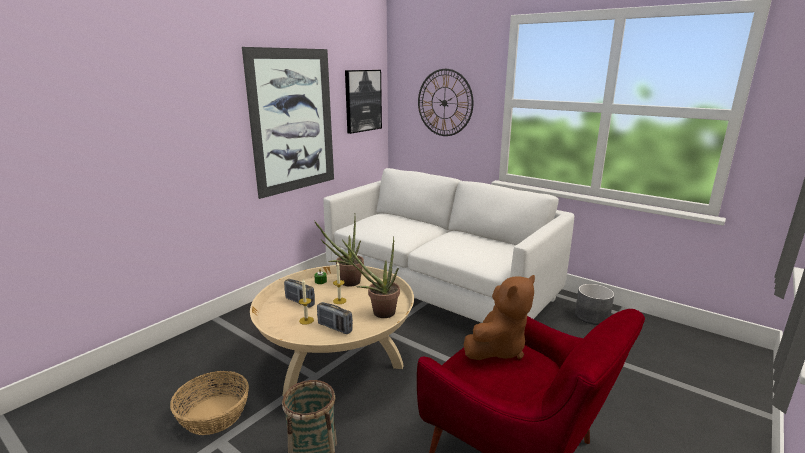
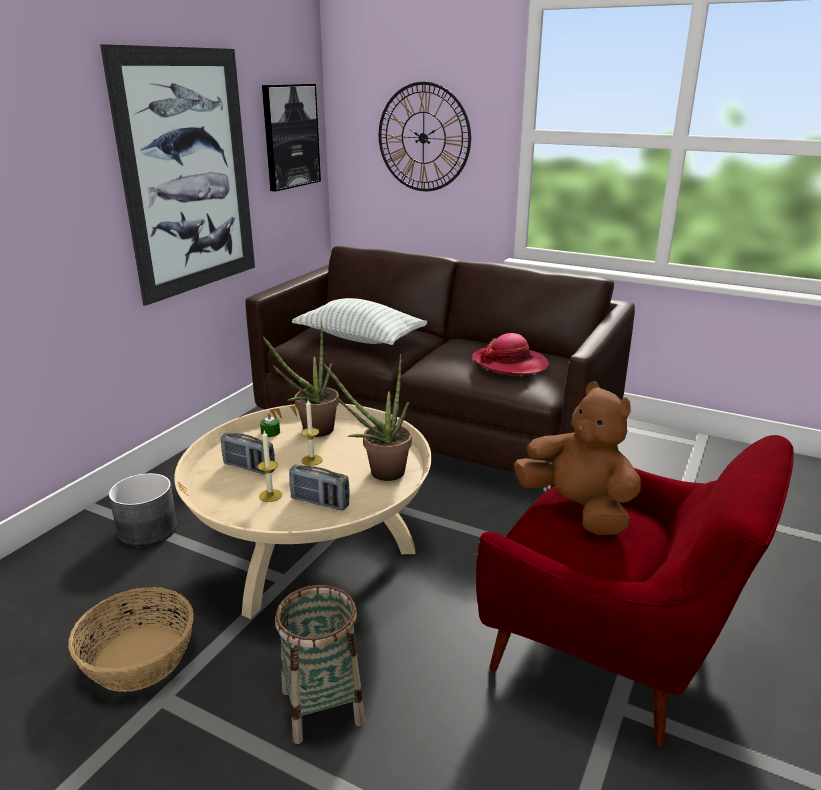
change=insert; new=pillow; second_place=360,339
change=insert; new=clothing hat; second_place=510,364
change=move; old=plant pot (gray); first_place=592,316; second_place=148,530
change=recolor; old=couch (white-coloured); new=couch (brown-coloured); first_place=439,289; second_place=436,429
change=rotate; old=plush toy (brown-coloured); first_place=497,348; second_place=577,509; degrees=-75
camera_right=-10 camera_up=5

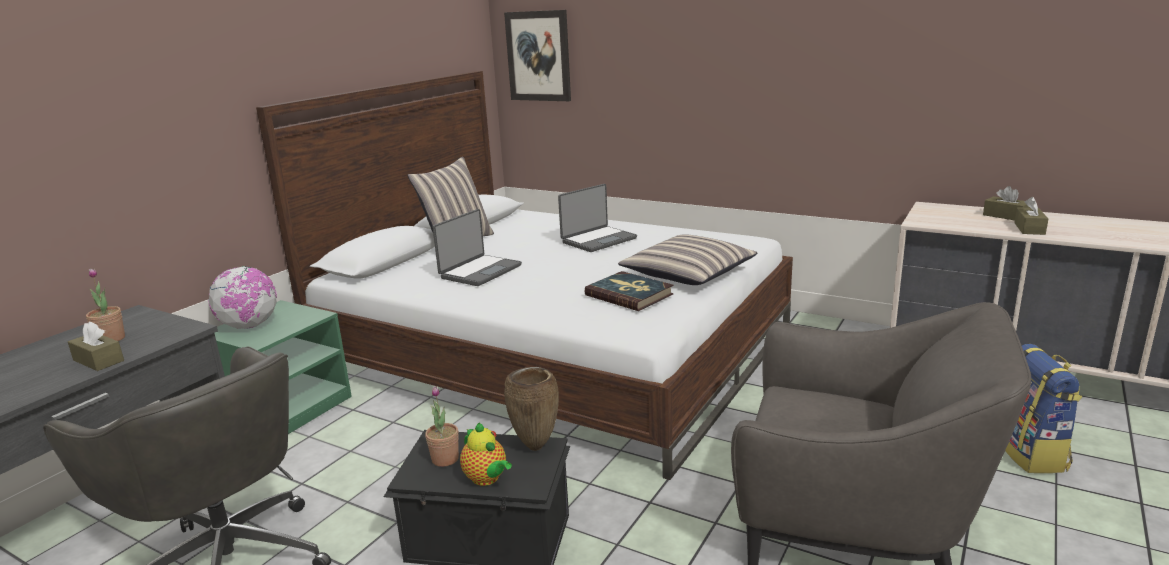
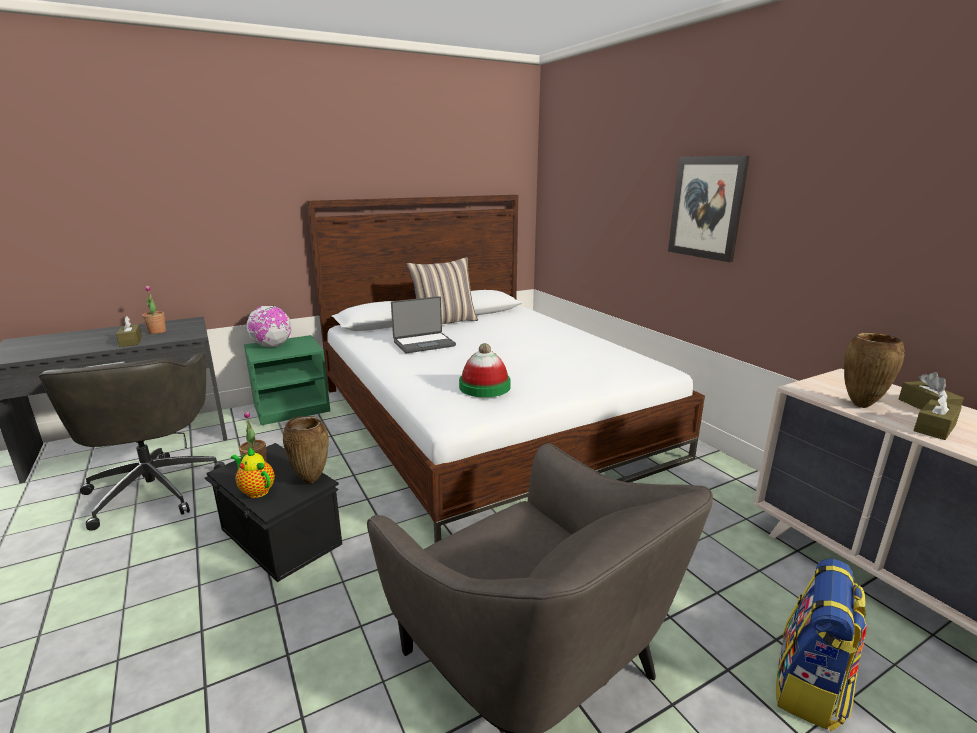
change=delete; old=laptop; first_place=598,240
change=delete; old=pillow; first_place=688,273
change=insert; new=vase (brown-coloured); second_place=859,405
change=move; old=wall picture; first_place=538,56; second_place=706,207
change=replace; old=volume; new=clothing hat; first_place=629,295; second_place=484,387
change=rotate; old=teapot; first_place=487,479; second_place=256,490; degrees=135
camera_right=30 camera_up=0

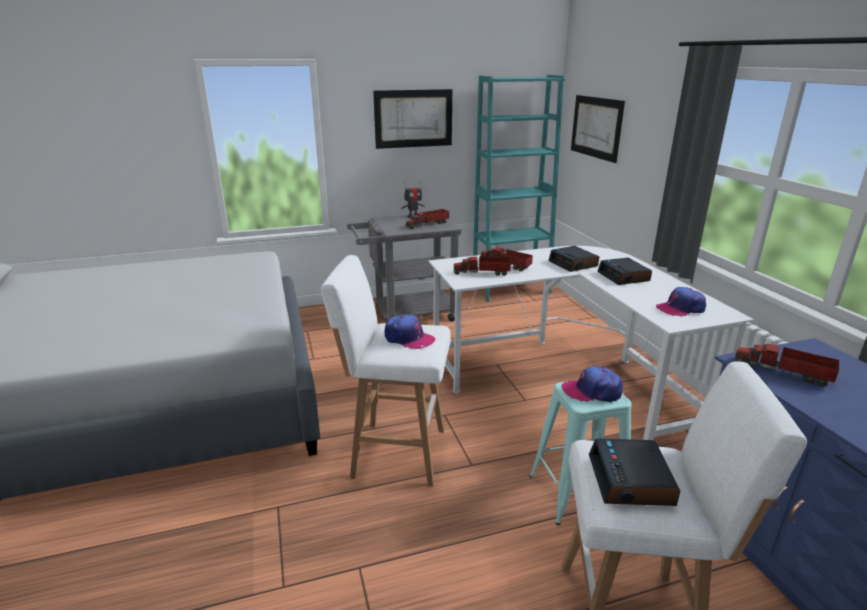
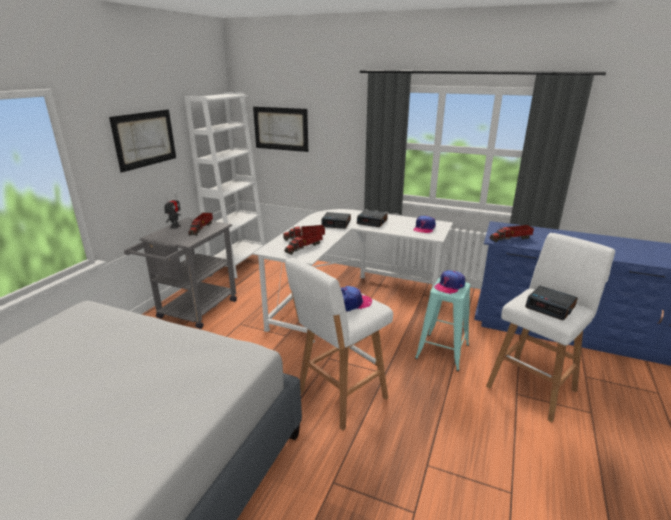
change=recolor; old=shelving unit (blue-green); new=shelving unit (white-coloured); first_place=511,290; second_place=238,264
camera_right=-50 camera_up=0

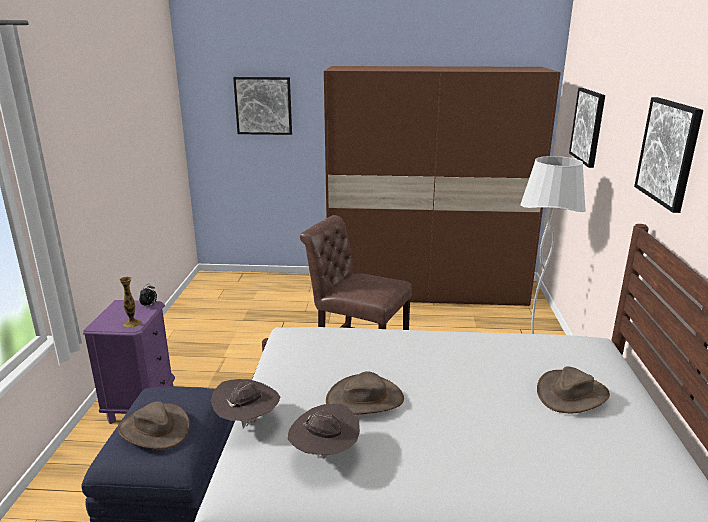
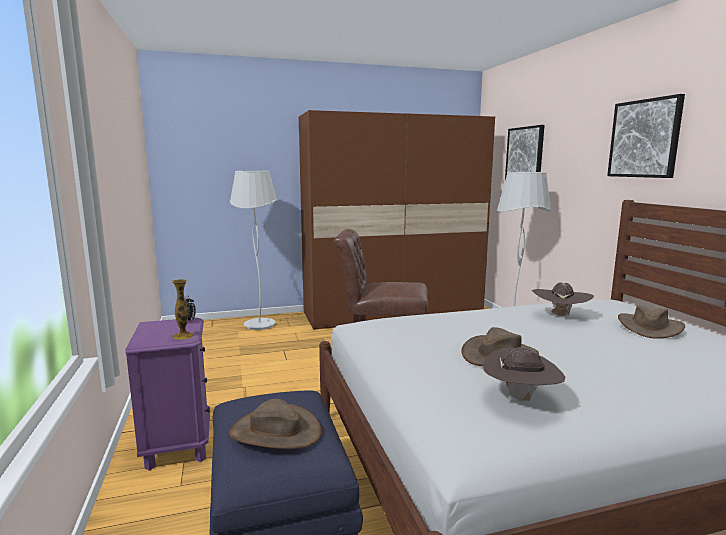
change=delete; old=wall picture; first_place=263,105
change=insert; new=standing lamp (white-coloured); second_place=259,325
change=move; old=clothing hat (brown-coloured); first_place=247,421; second_place=560,316
camera_right=-20 camera_up=-10

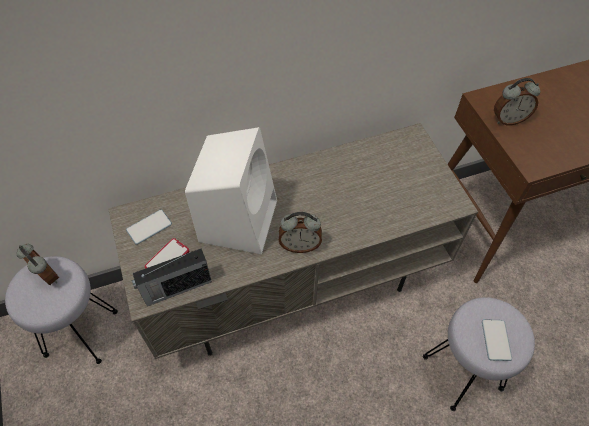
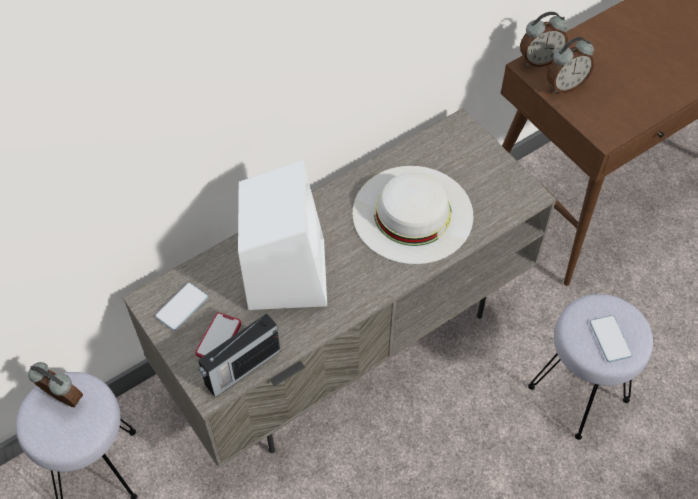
change=insert; new=clothing hat (white-coloured); second_place=413,214
change=move; old=alarm clock; first_place=300,245; second_place=539,60
camera_right=-15 camera_up=0

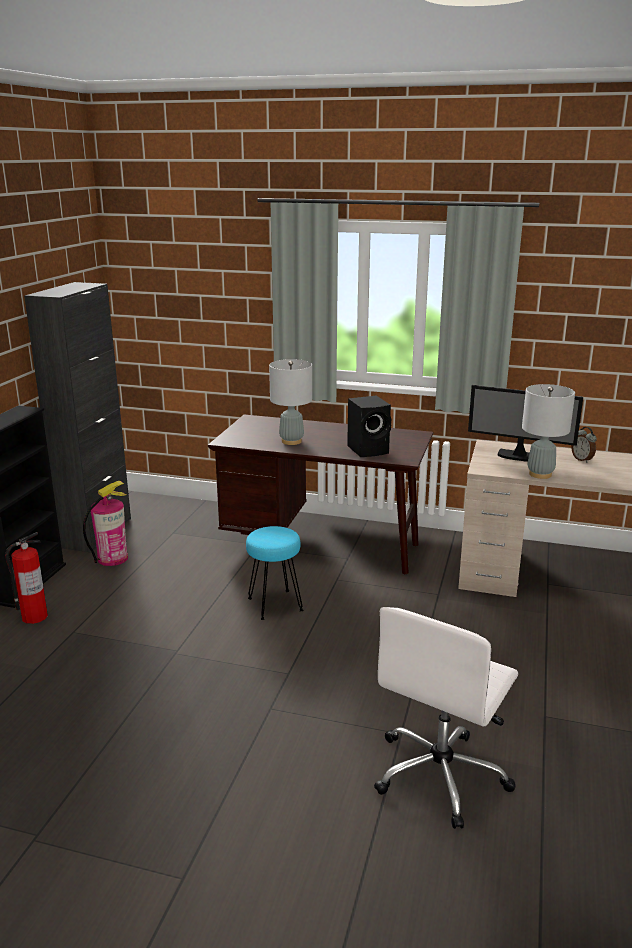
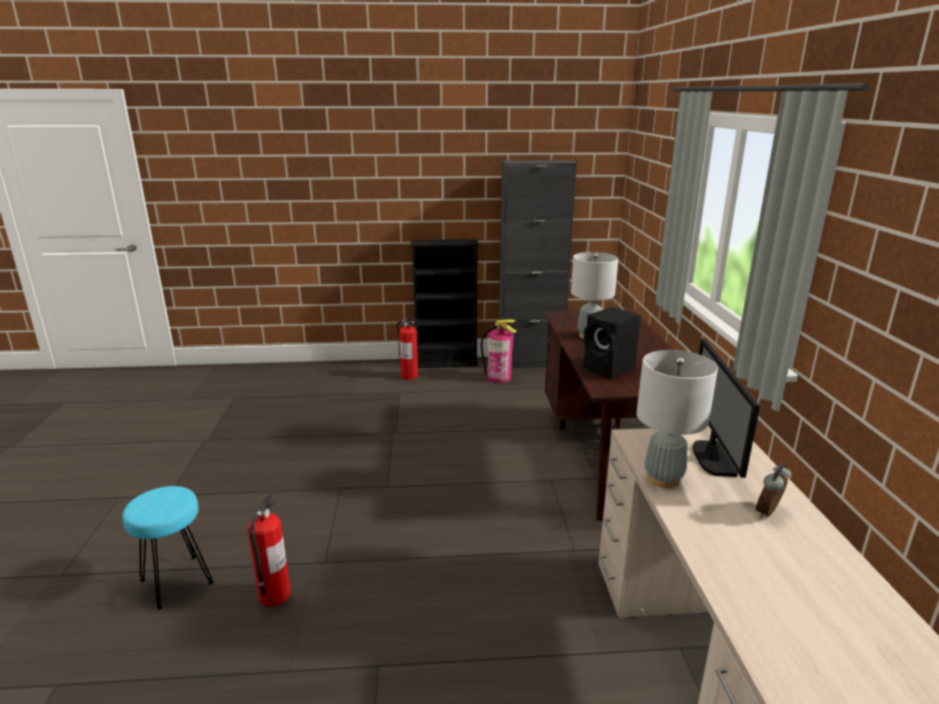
change=move; old=stool seat (blue-green); first_place=274,605; second_place=177,581
change=replace; old=computer chair (white-coloured); new=fire-fighting cylinder; first_place=441,774; second_place=274,595
camera_right=70 camera_up=0

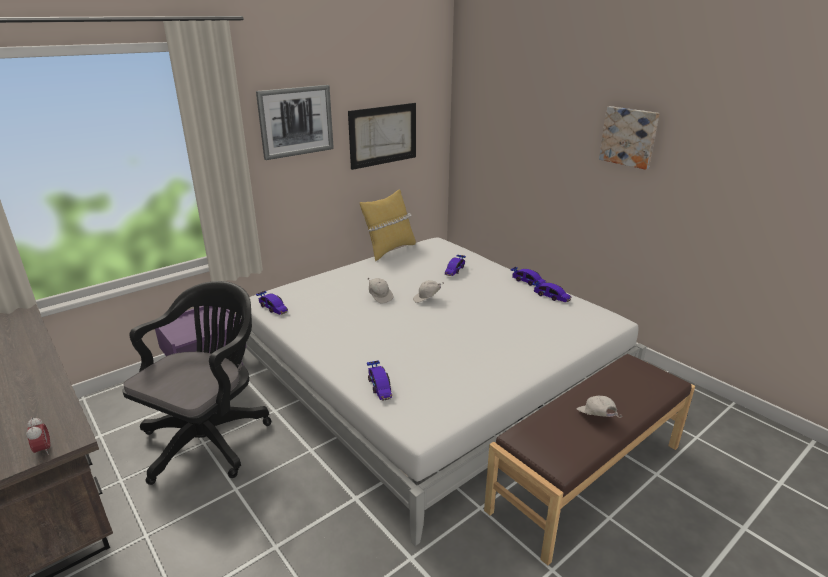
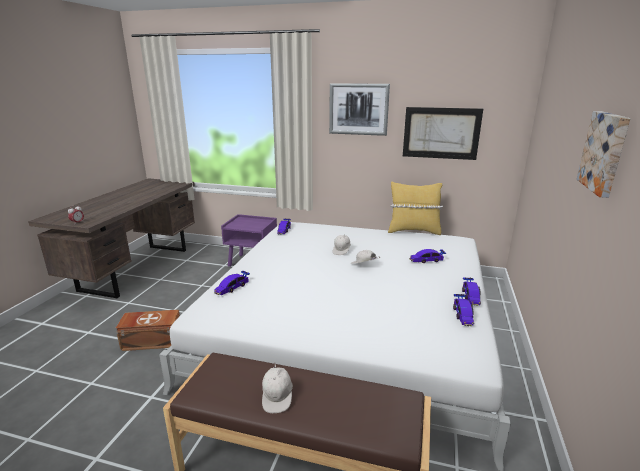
change=delete; old=computer chair (blackish); first_place=210,437
change=insert; new=storage box (brown-coloured); second_place=151,340
change=rotate; old=peaked cap (white-coloured); first_place=596,418; second_place=277,397; degrees=150
camera_right=55 camera_up=-5

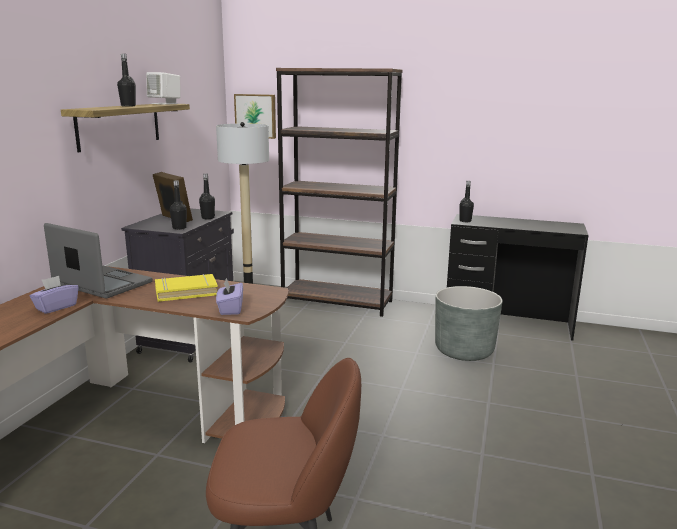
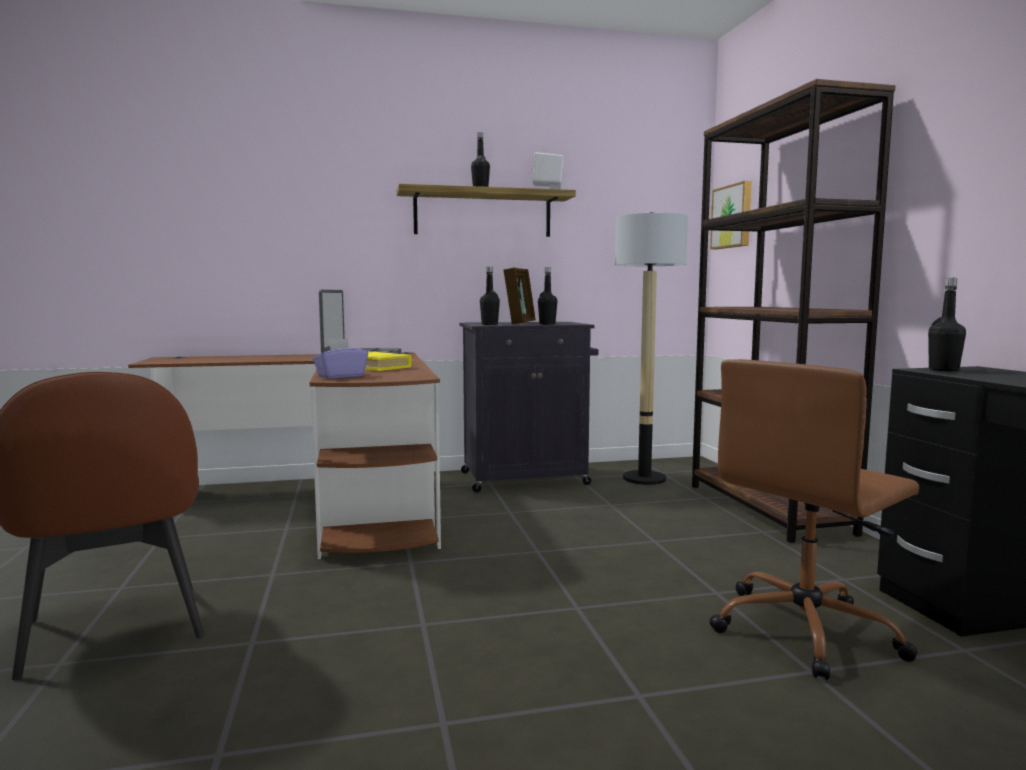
change=delete; old=tissue box (purple); first_place=56,307
change=replace; old=plant pot (gray); new=computer chair (brown-coloured); first_place=464,350; second_place=806,630
camera_right=60 camera_up=-10

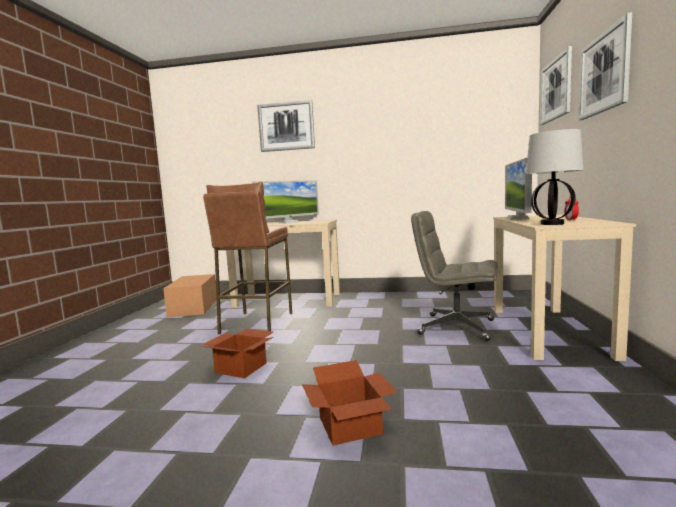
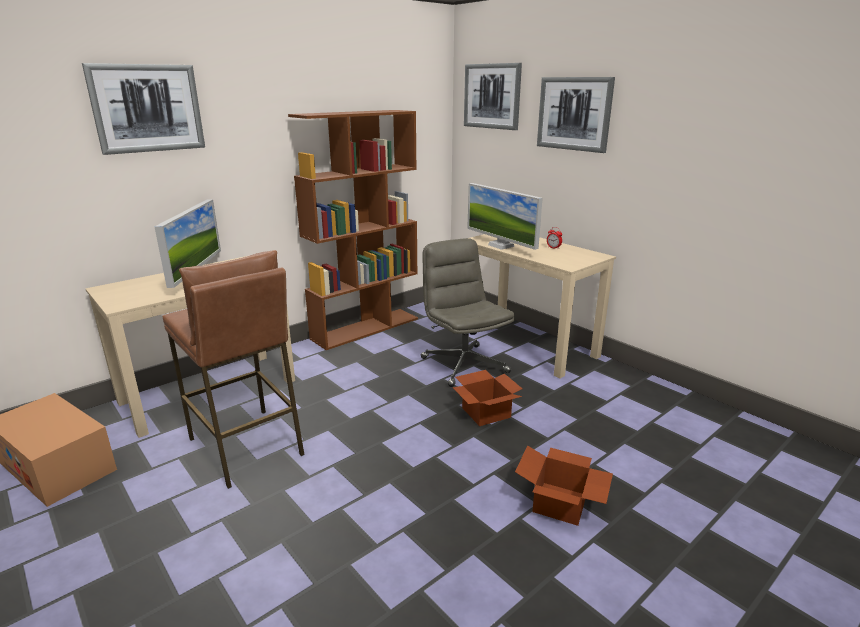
change=delete; old=tabletop lamp; first_place=553,224
change=insert; new=shelving unit (brown-coloured); second_place=366,328
change=move; old=packing box; first_place=242,367; second_place=486,412
change=rotate; old=computer chair (gray); first_place=455,327; second_place=463,364; degrees=90
camera_right=-50 camera_up=15

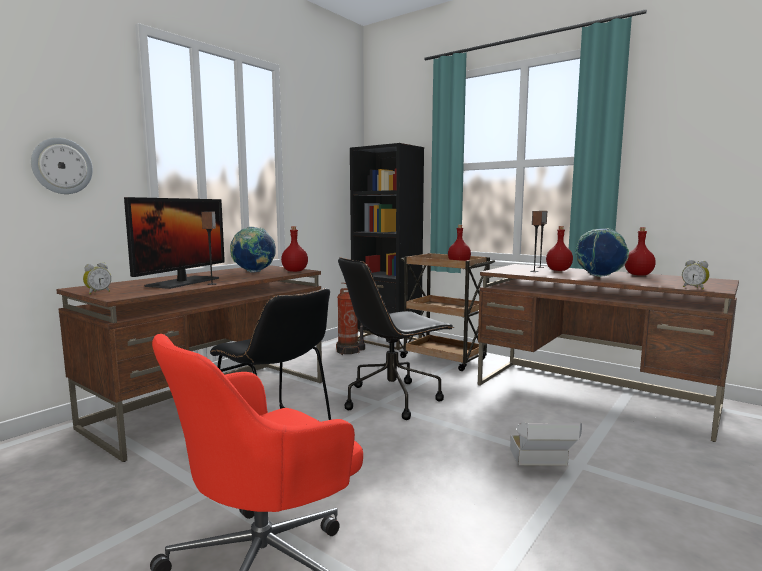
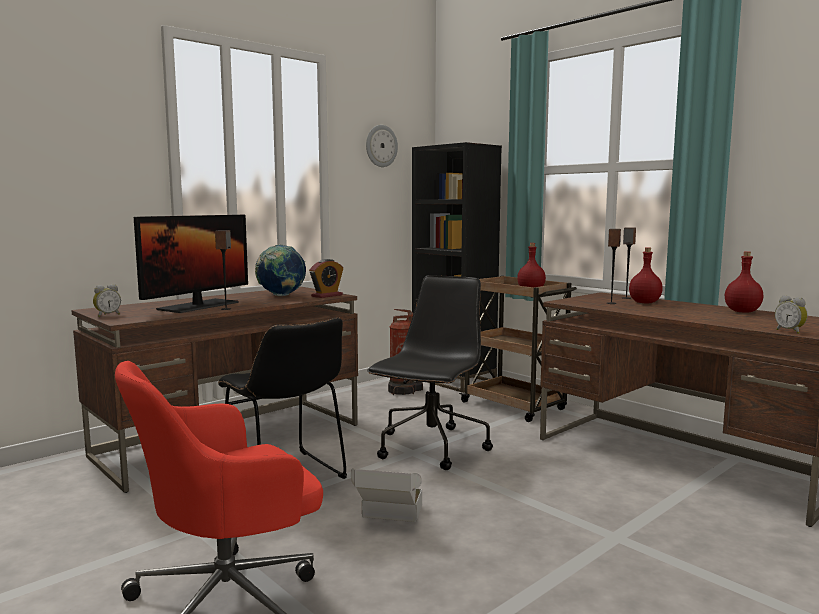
change=delete; old=globe; first_place=599,276
change=move; old=wall clock; first_place=62,166; second_place=381,146
change=move; old=packing box; first_place=542,464; second_place=389,518
change=replace; old=drink bottle (red); new=alarm clock; first_place=294,271; second_place=327,295
change=rotate; old=computer chair (blackish); first_place=393,398; second_place=431,448; degrees=135
camera_right=10 camera_up=0

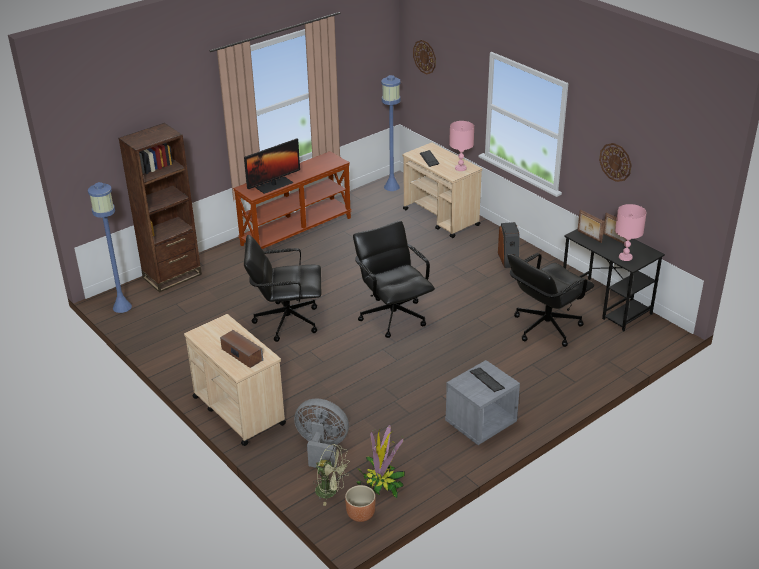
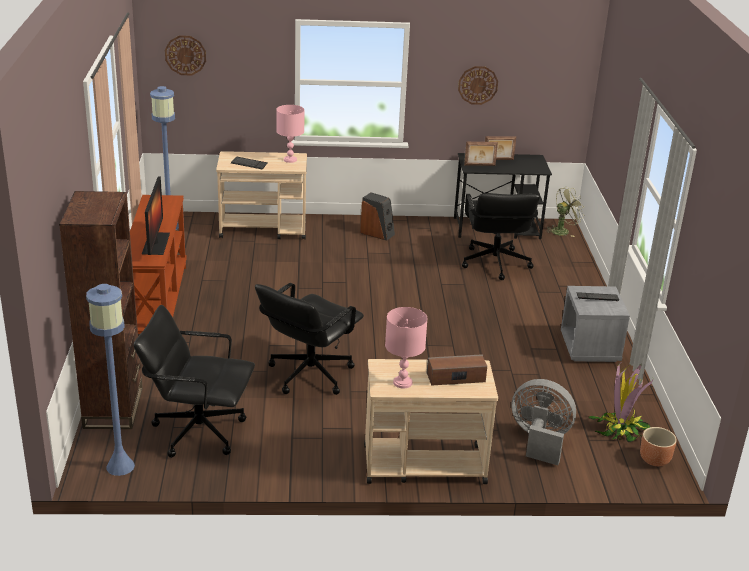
change=move; old=fan (greenish); first_place=331,491; second_place=562,230
change=move; old=computer chair (blackish); first_place=393,316; second_place=198,431
change=move; old=tabletop lamp (pinkish); first_place=625,257; second_place=402,383
change=rotate; old=fan (gray); first_place=322,448; second_place=539,440; degrees=60
camera_right=-55 camera_up=-5

